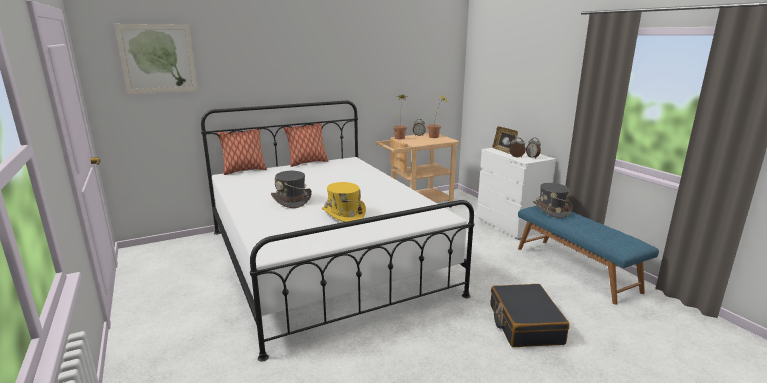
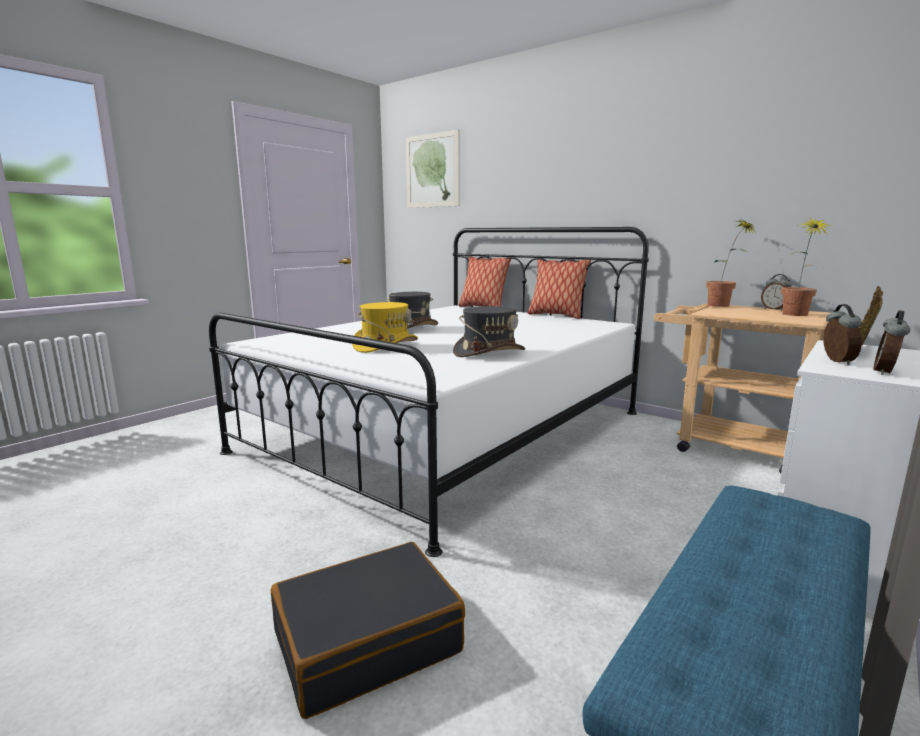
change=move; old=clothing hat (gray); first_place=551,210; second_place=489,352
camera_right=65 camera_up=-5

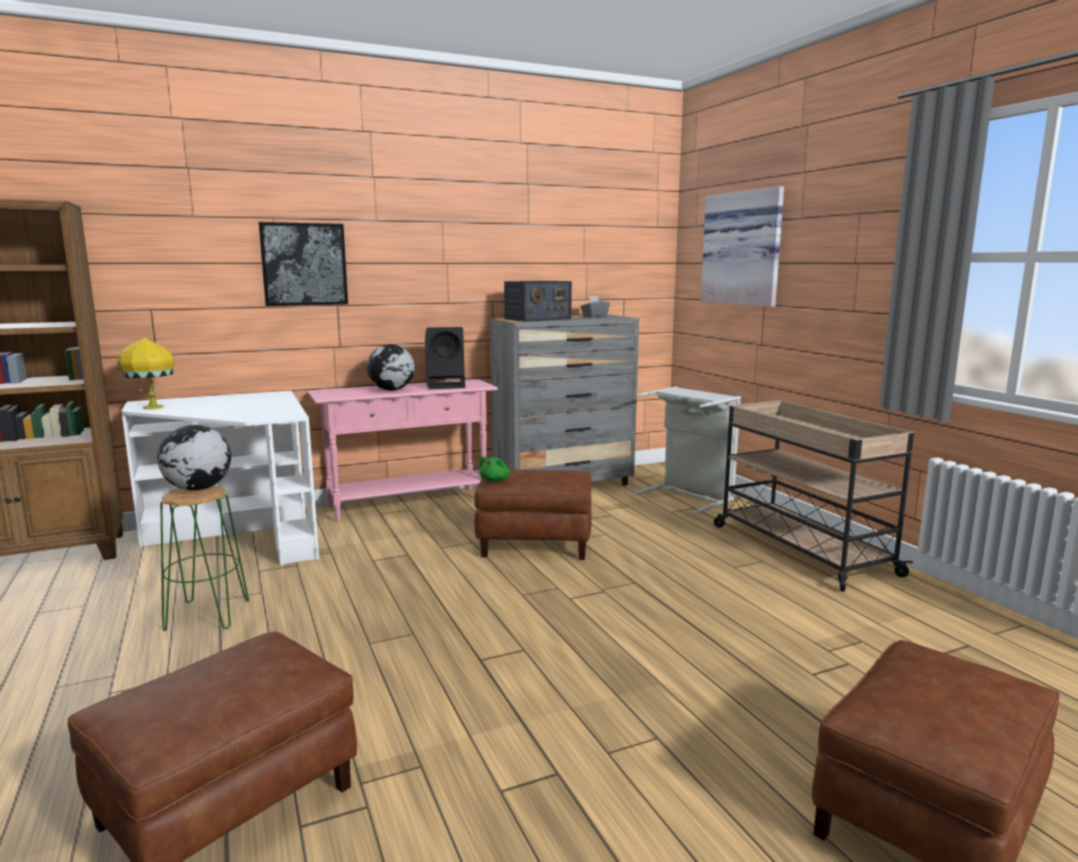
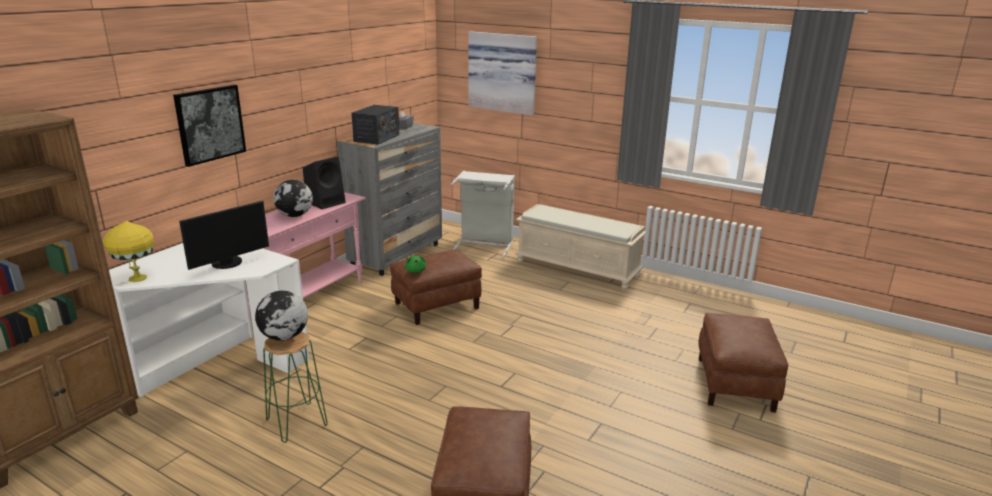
change=insert; new=computer display; second_place=228,263
change=replace; old=cart (beige); new=bench (beige); first_place=800,548; second_place=578,268
camera_right=-35 camera_up=10

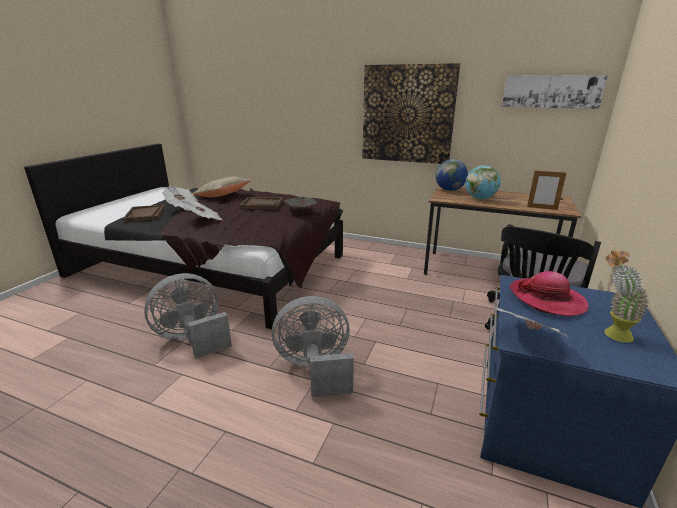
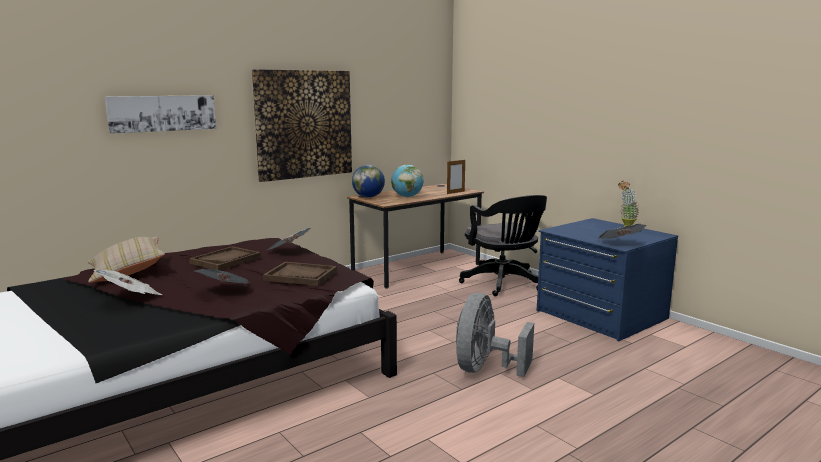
change=delete; old=fan (gray); first_place=193,339
change=delete; old=clothing hat; first_place=547,299
change=move; old=tray (brown-coloured); first_place=145,214; second_place=301,276
change=move; old=wall picture; first_place=551,91; second_place=162,113
camera_right=-60 camera_up=-10

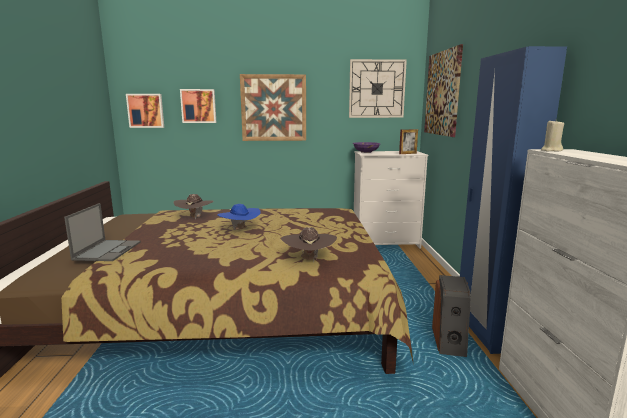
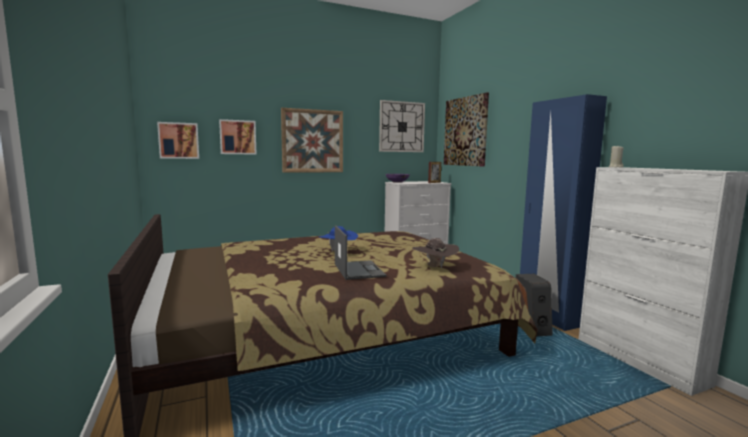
change=delete; old=clothing hat (brown-coloured); first_place=195,217
change=move; old=laptop; first_place=108,250; second_place=358,270
camera_right=-20 camera_up=-5

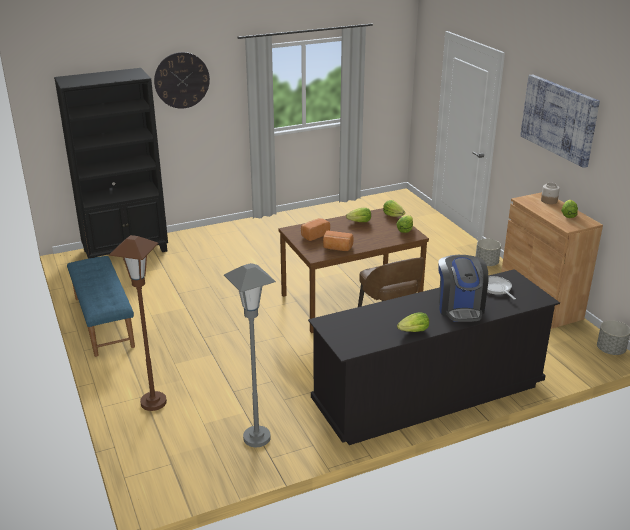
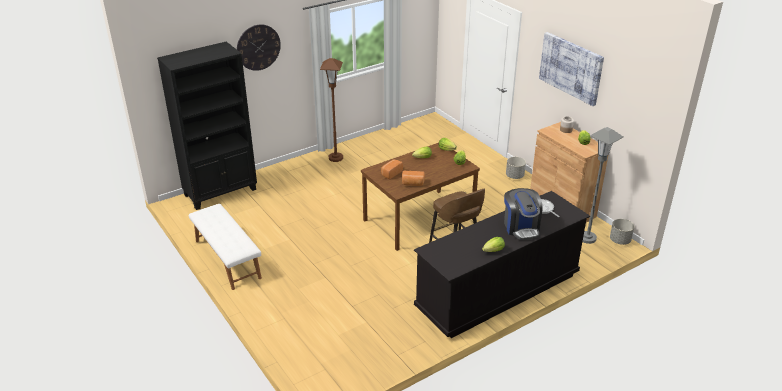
change=move; old=standing lamp (brown-coloured); first_place=153,402; second_place=336,158
change=move; old=standing lamp (gray); first_place=257,438; second_place=587,238
change=recolor; old=bench (blue-coloured); new=bench (white-coloured); first_place=103,322; second_place=227,259
camera_right=-10 camera_up=5

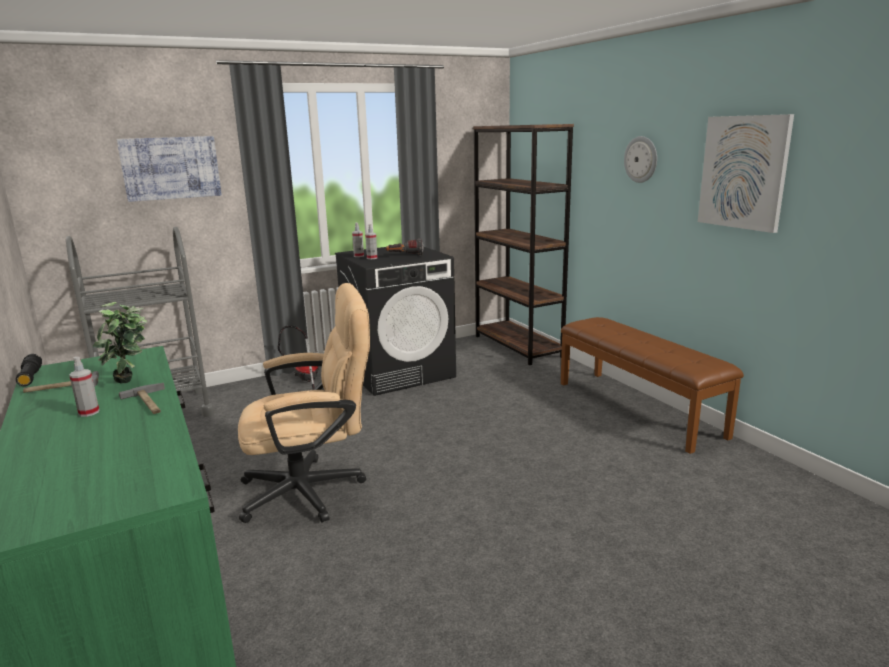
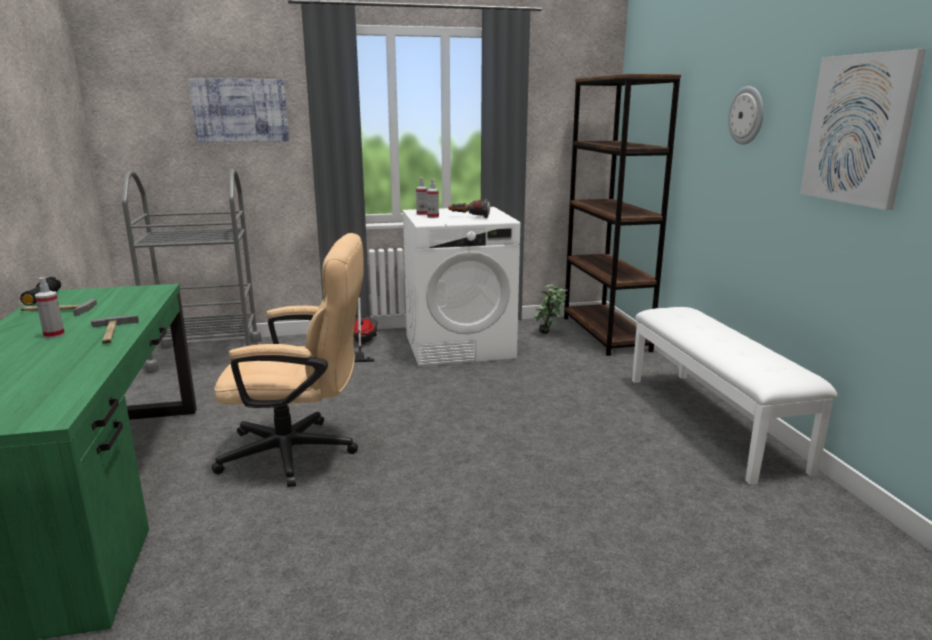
change=move; old=plant in a pot; first_place=131,383; second_place=549,334
change=recolor; old=laundry appliance (blackish); new=laundry appliance (white-coloured); first_place=399,372; second_place=459,346
change=recolor; old=bench (brown-coloured); new=bench (white-coloured); first_place=638,408; second_place=712,421
camera_right=15 camera_up=0

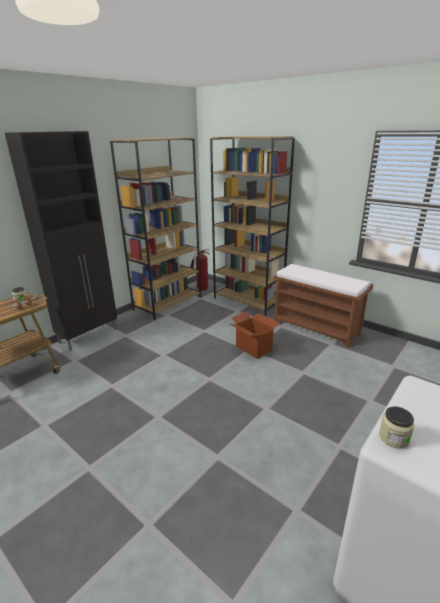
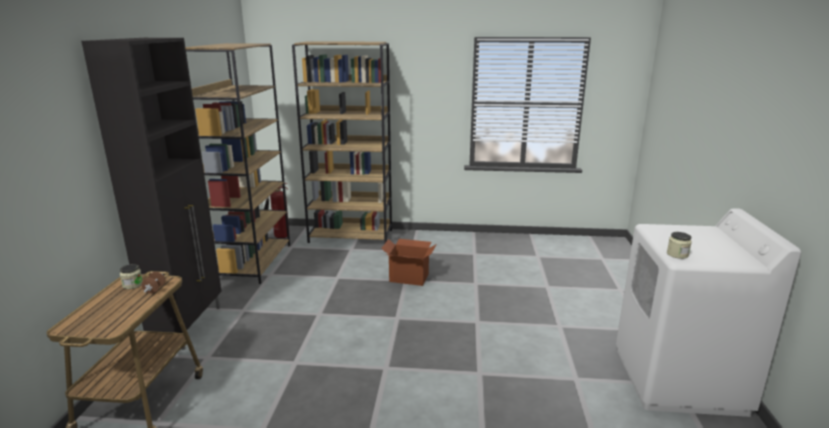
change=delete; old=bench (brown-coloured); first_place=316,327
camera_right=-35 camera_up=-5

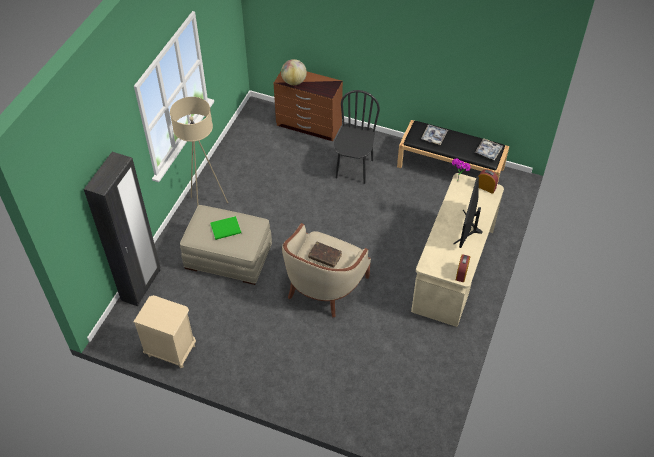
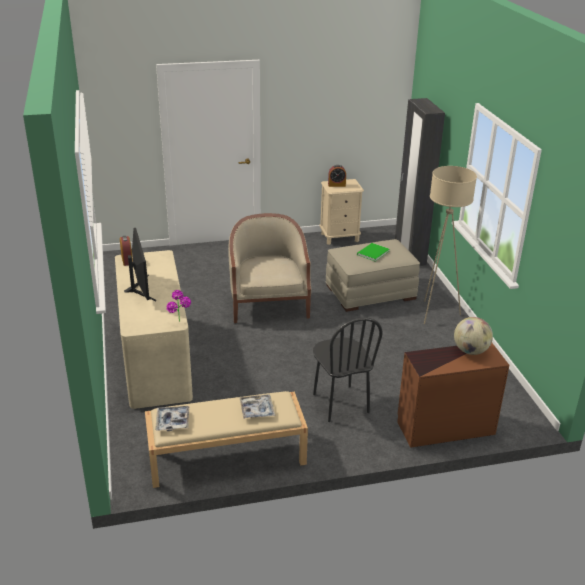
change=delete; old=volume (brown-coloured); first_place=325,257
change=move; old=alarm clock; first_place=486,187; second_place=336,185
change=recolor; old=bench (blackish); new=bench (beige); first_place=451,167; second_place=225,456
camera_right=145 camera_up=-20

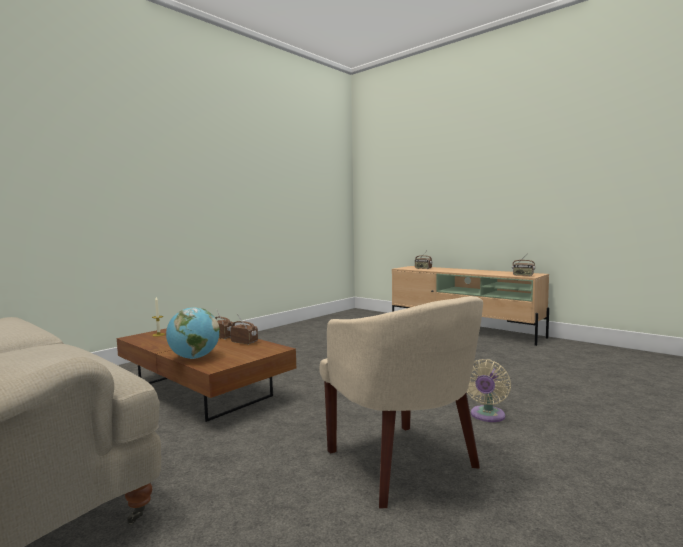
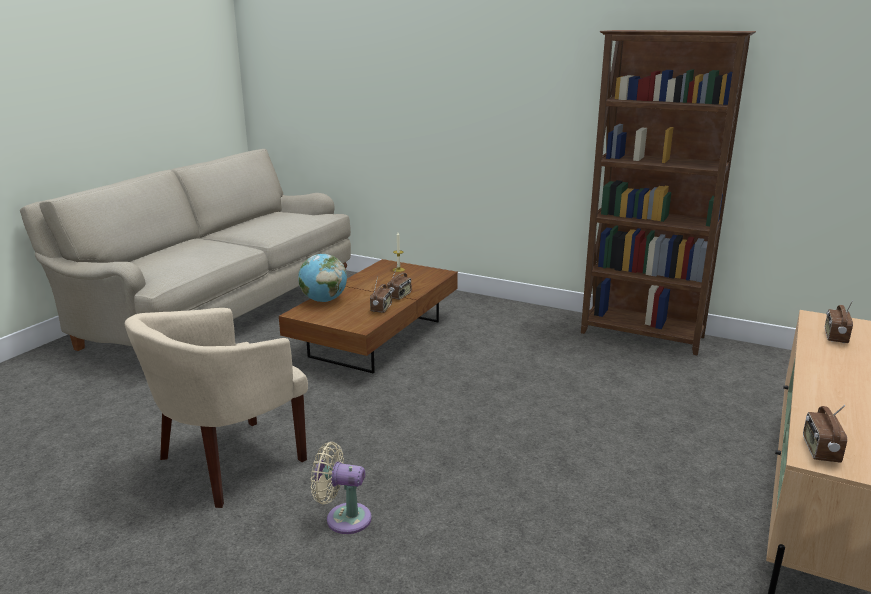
change=insert; new=shelving unit (brown-coloured); second_place=642,335
camera_right=75 camera_up=15

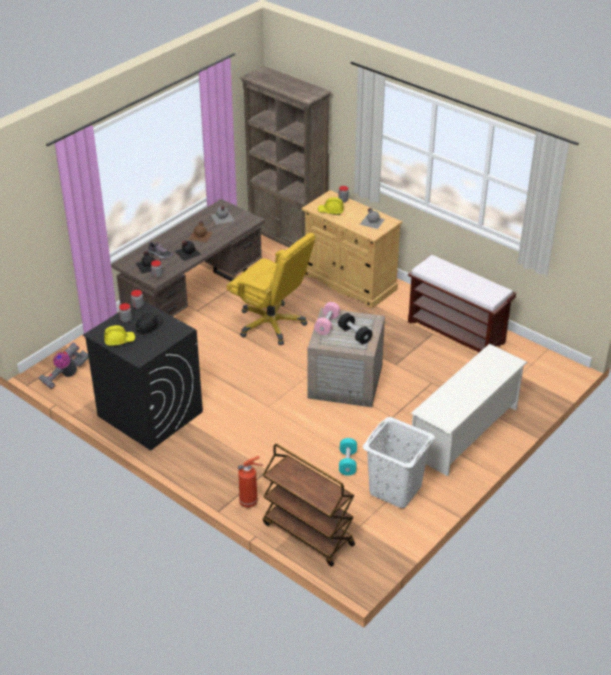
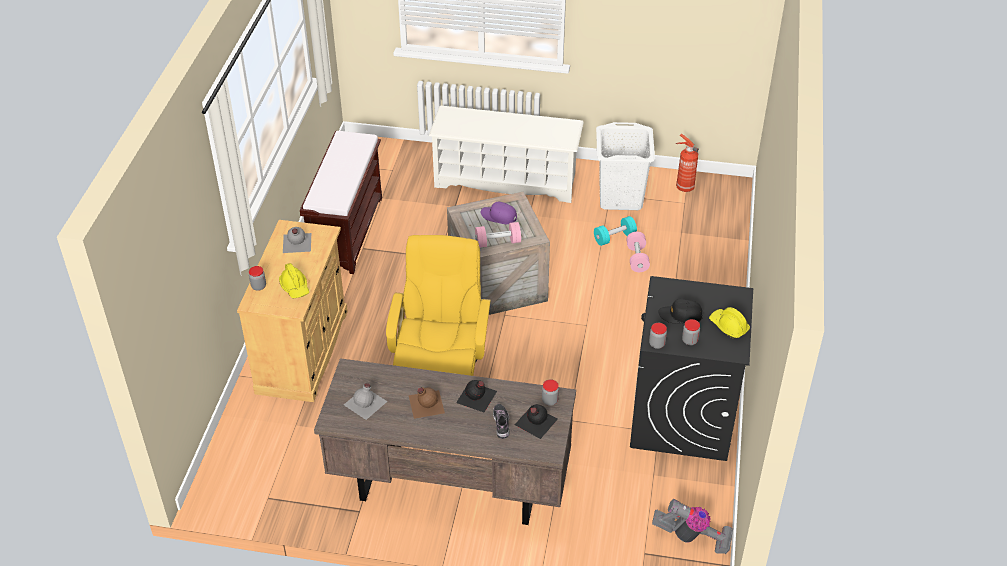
change=delete; old=shelving unit (brown-coloured); first_place=287,241
change=delete; old=cart (brown-coloured); first_place=307,534
change=insert; new=dumbbell (pinkish); second_place=637,258
change=move; old=fire-fighting cylinder; first_place=249,502; second_place=684,187
change=replace; old=dumbbell (blackish); new=peaked cap (purple); first_place=354,334; second_place=499,216
camera_right=-120 camera_up=5

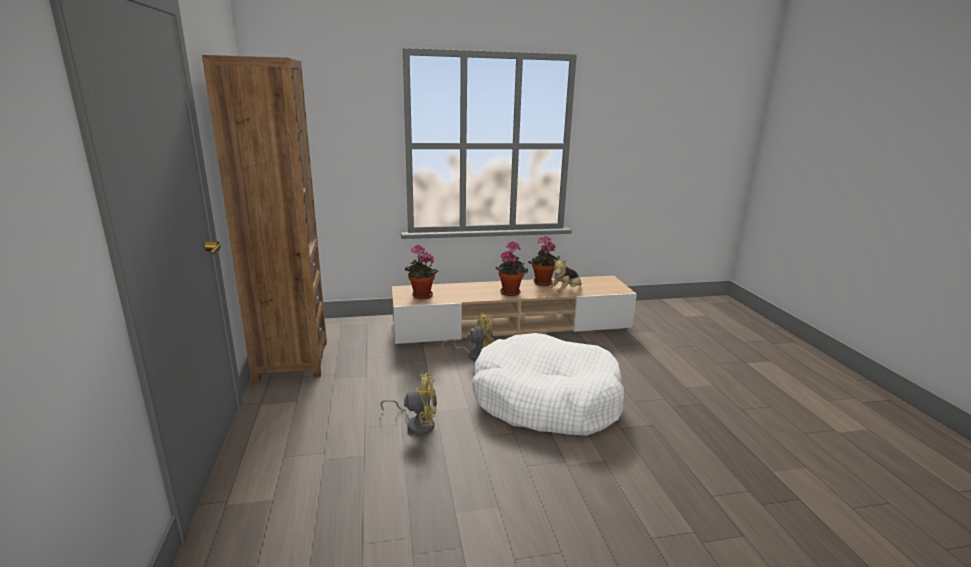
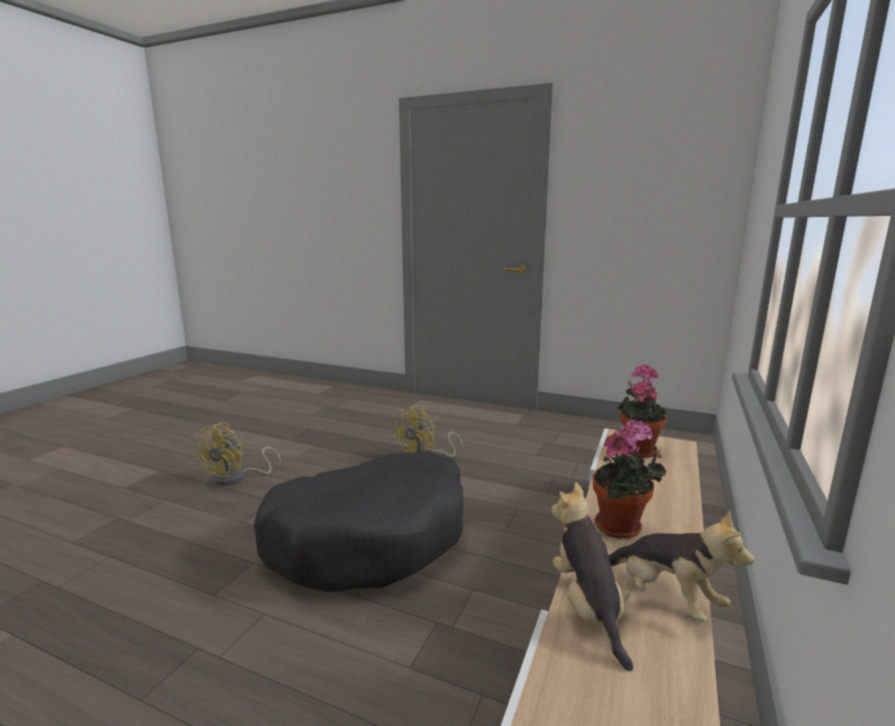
change=delete; old=shelving unit (brown-coloured); first_place=291,361
change=move; old=fan (yellowish); first_place=475,355; second_place=237,478
change=replace; old=plant in a pot; new=plush toy; first_place=542,283; second_place=665,597
change=recolor; old=pet bed (white-coloured); new=pet bed (blackish); first_place=545,400; second_place=371,537
camera_right=125 camera_up=-5

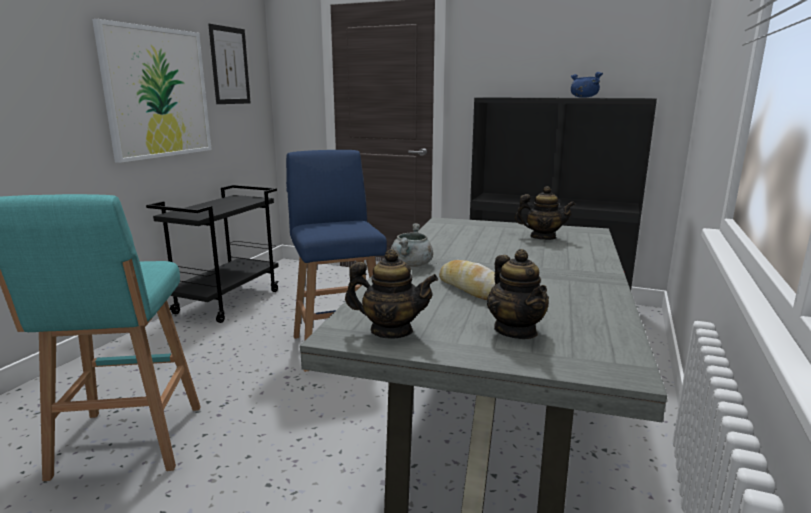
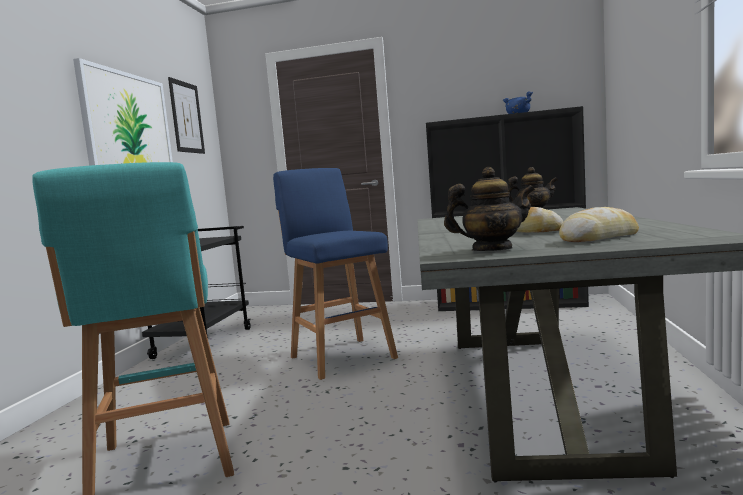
change=delete; old=saucepot (gray); first_place=412,265
change=replace; old=teapot; new=bread; first_place=516,330; second_place=599,238
camera_right=-10 camera_up=-10

